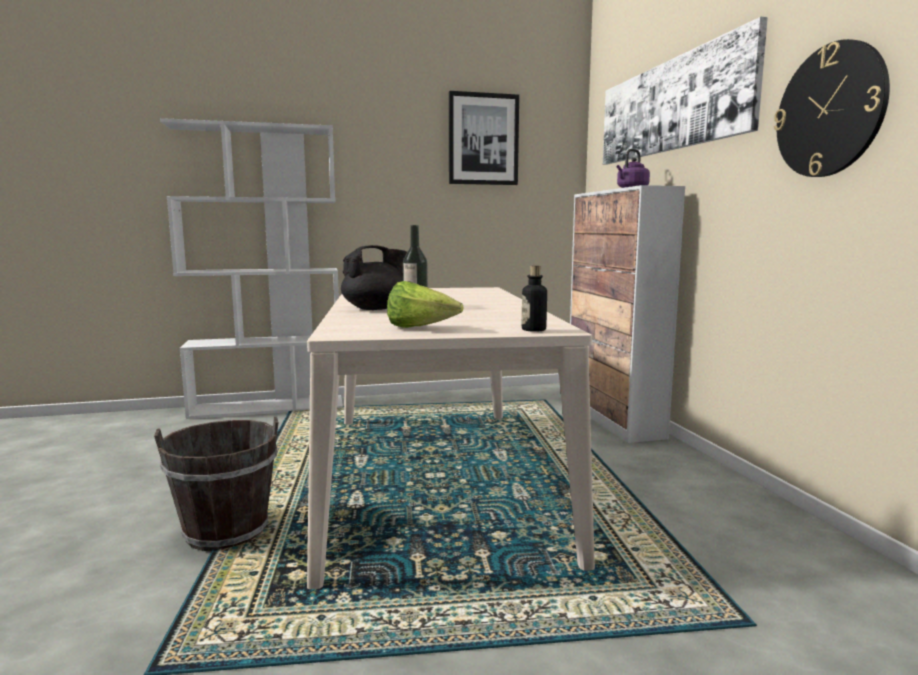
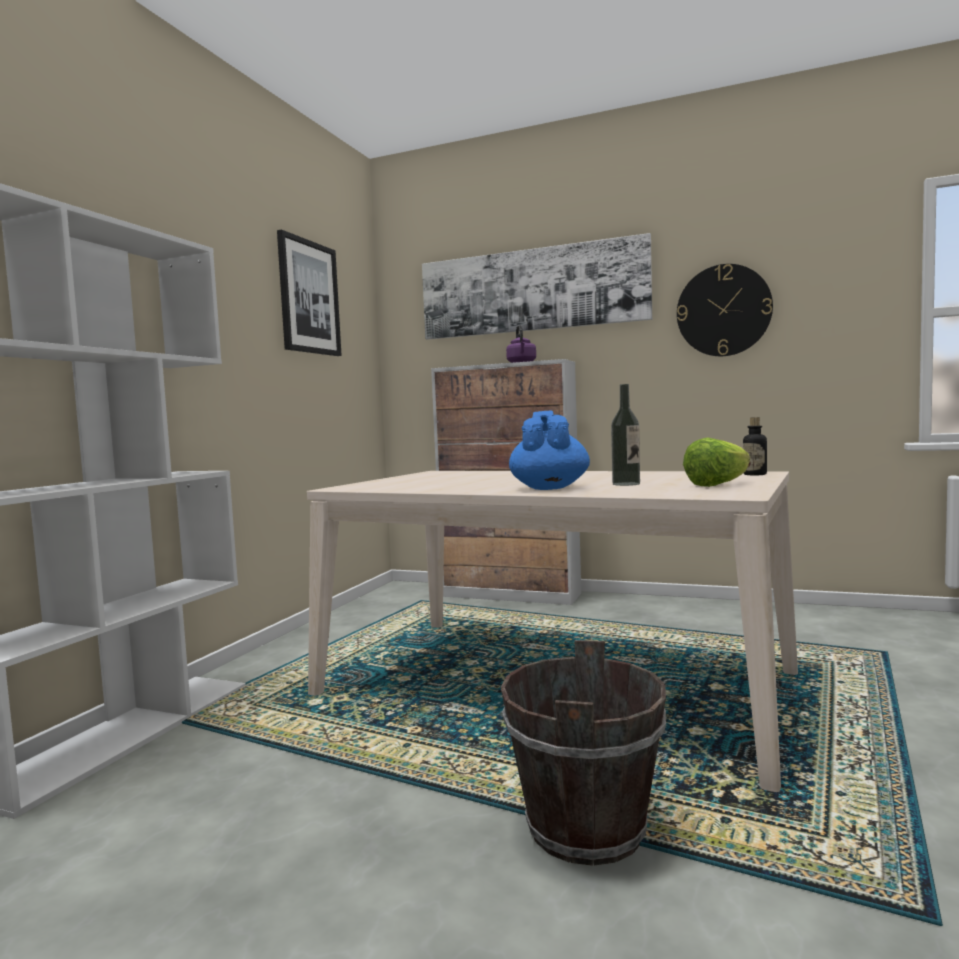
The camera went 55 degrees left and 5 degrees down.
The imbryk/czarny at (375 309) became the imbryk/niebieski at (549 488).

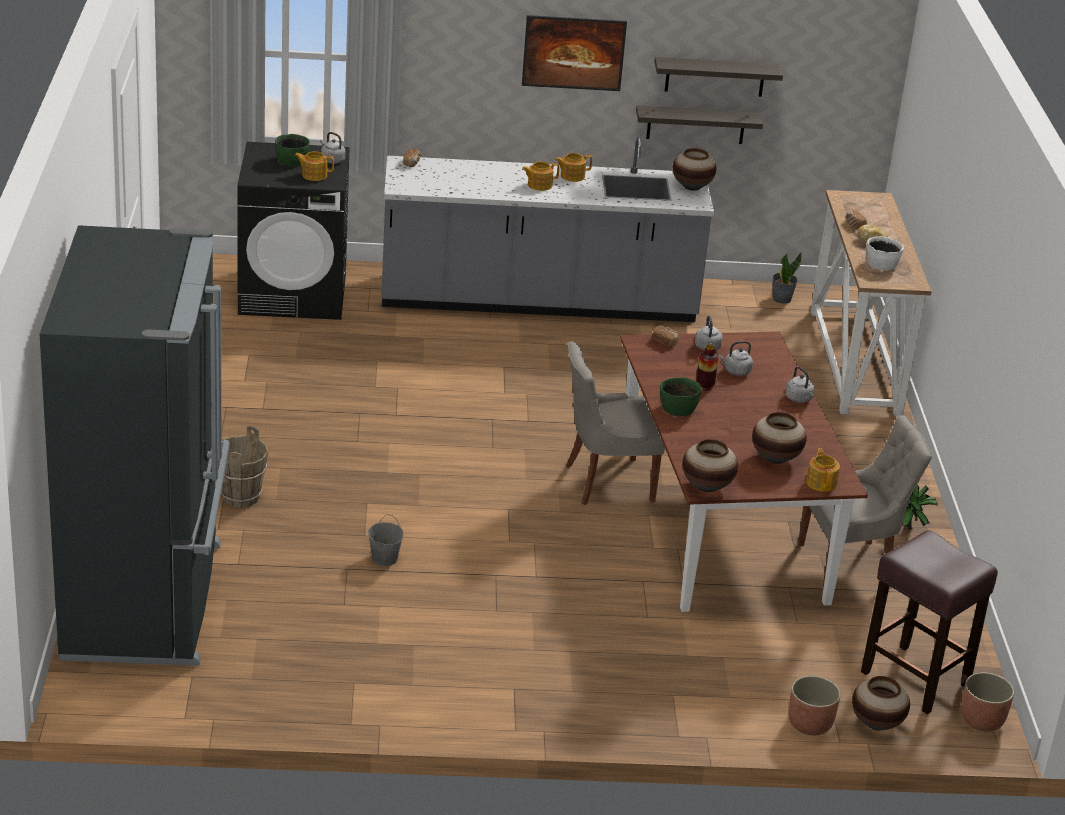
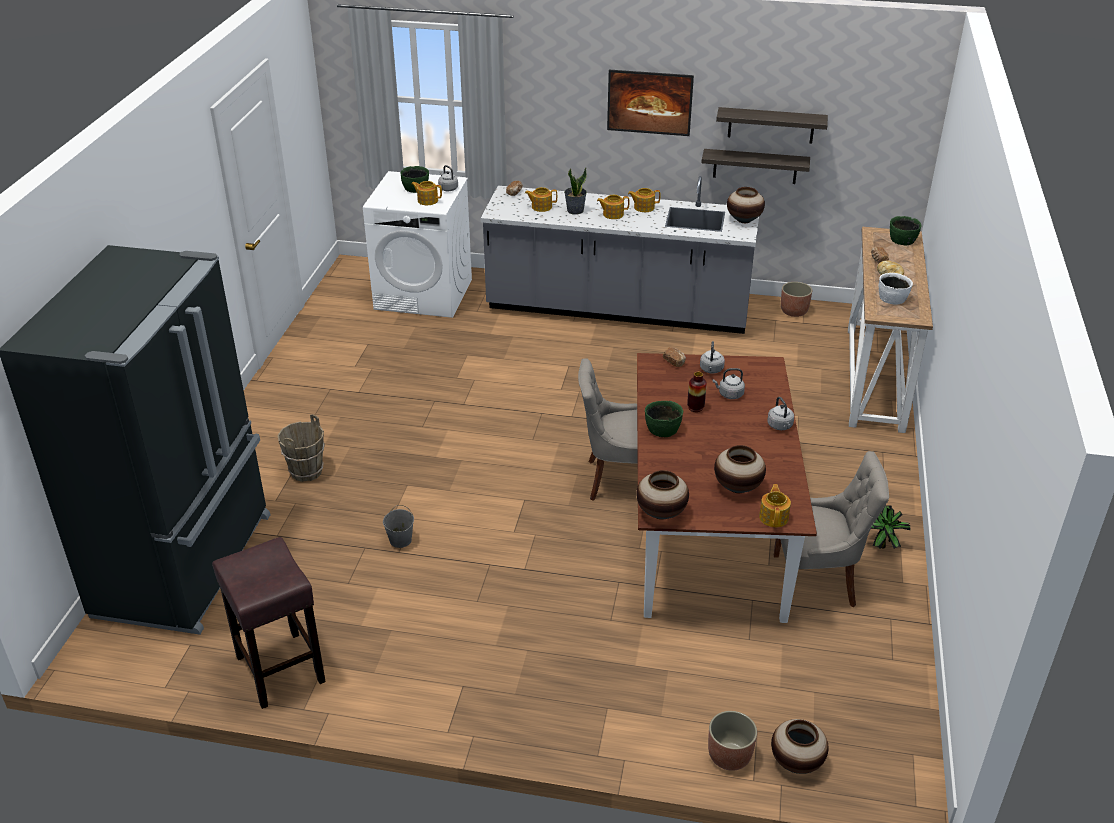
The camera went 15 degrees right and 5 degrees up.
The stołek/brązowy moved from (913 678) to (279 668).
The pralka/czarny at (293 294) became the pralka/biały at (424 294).
The imbryk at (541 207) appeared.
The roślina doniczkowa moved from (781 299) to (575 210).
The donica moved from (982 720) to (794 311).
The miska/zielony at (902 240) appeared.

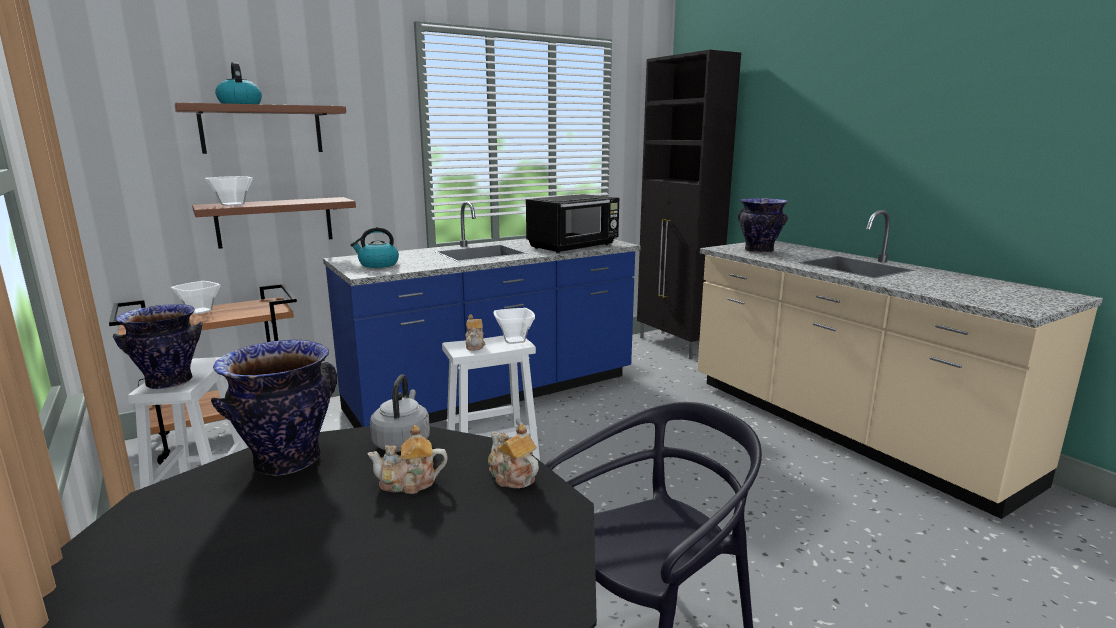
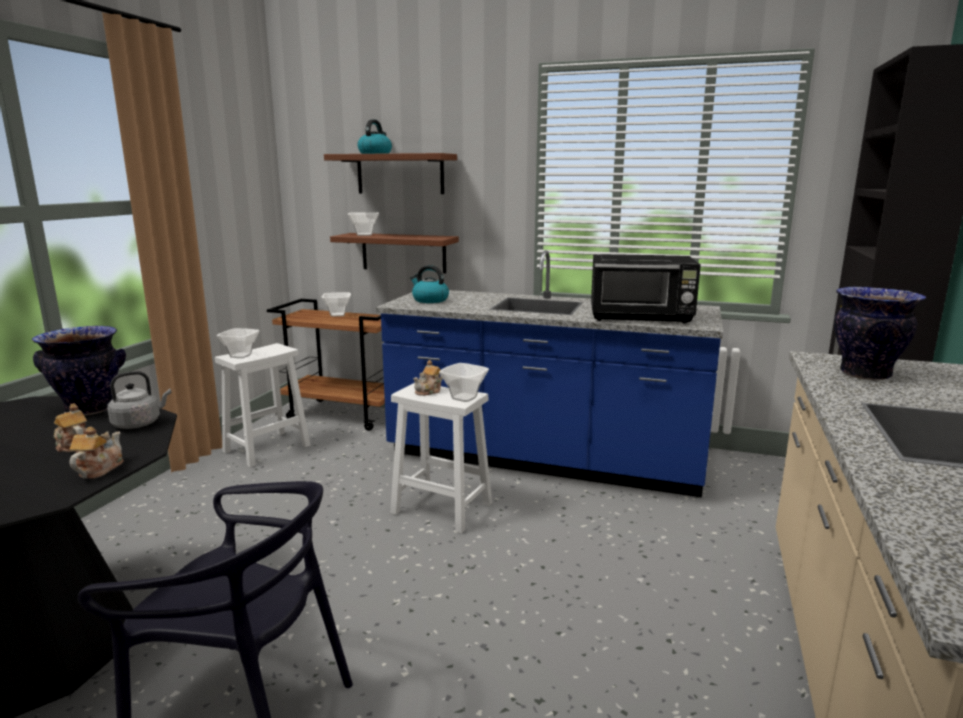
The camera went 50 degrees right and 0 degrees up.
The wazon at (169 382) was replaced by the miska at (241 355).

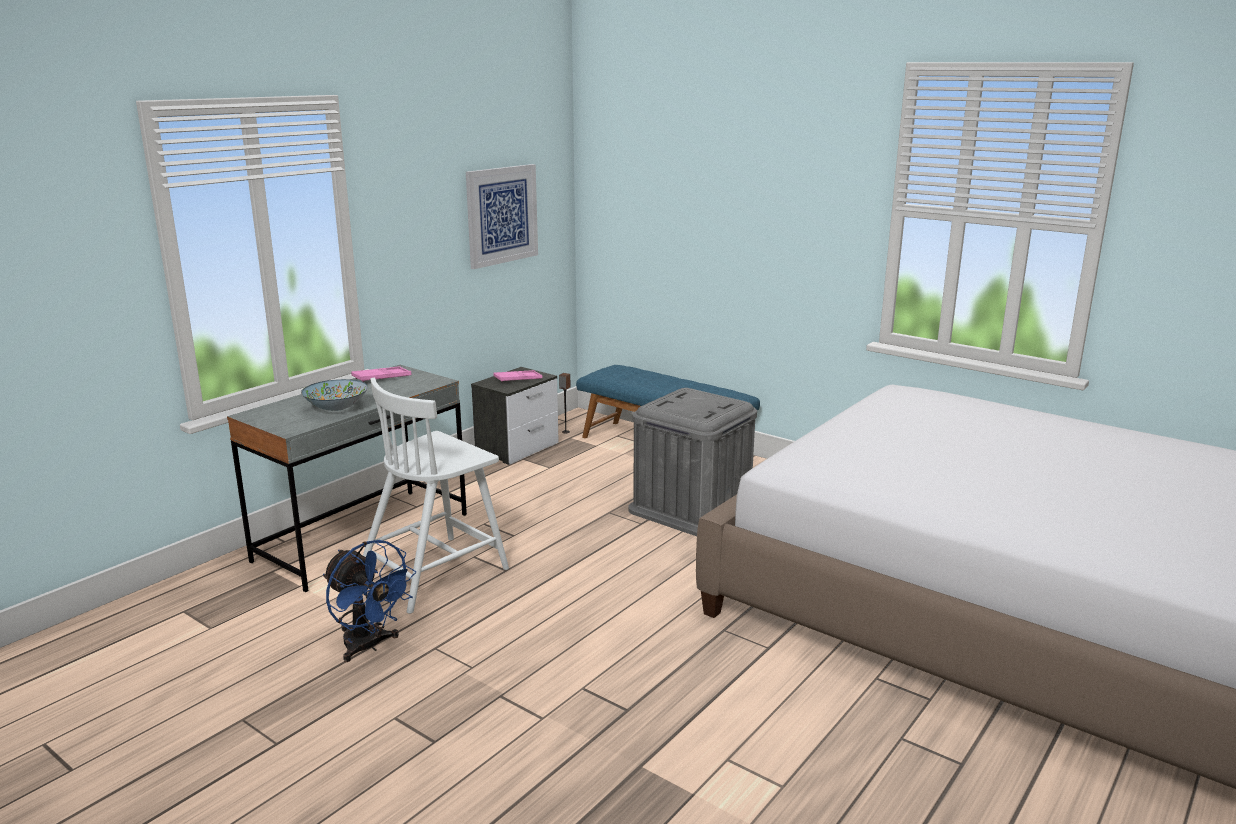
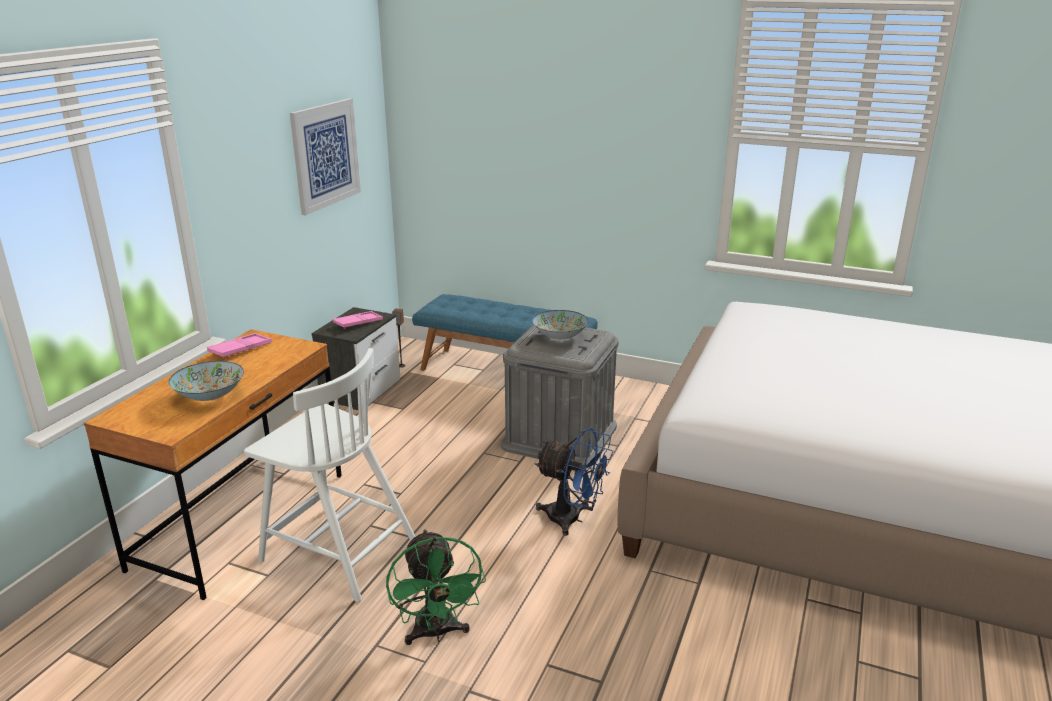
The camera went 15 degrees left and 5 degrees up.
The biurko/szary at (363 537) became the biurko/brązowy at (242 520).
The krzesło/biały at (435 572) turned 90 degrees counterclockwise.
The wentylator/zielony at (436 633) appeared.
The miska at (559 336) appeared.
The wentylator/niebieski moved from (369 646) to (572 519).

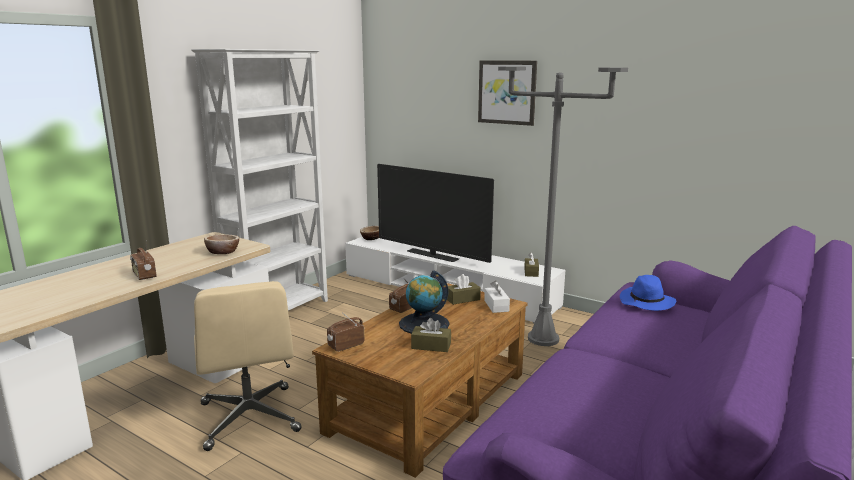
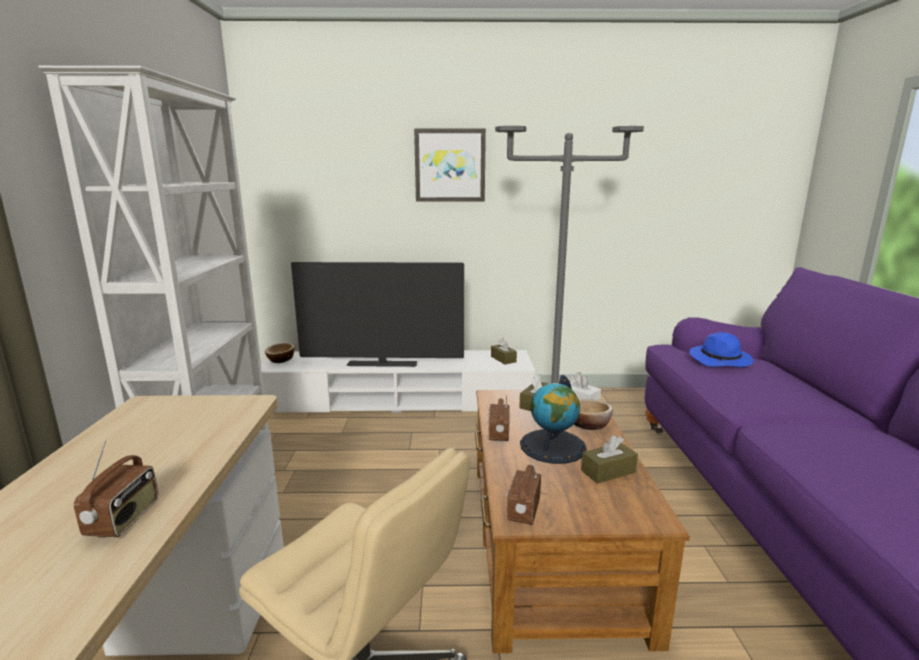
The camera went 35 degrees left and 0 degrees up.
The radio at (144 276) turned 105 degrees counterclockwise.
The miska moved from (223 252) to (588 424).

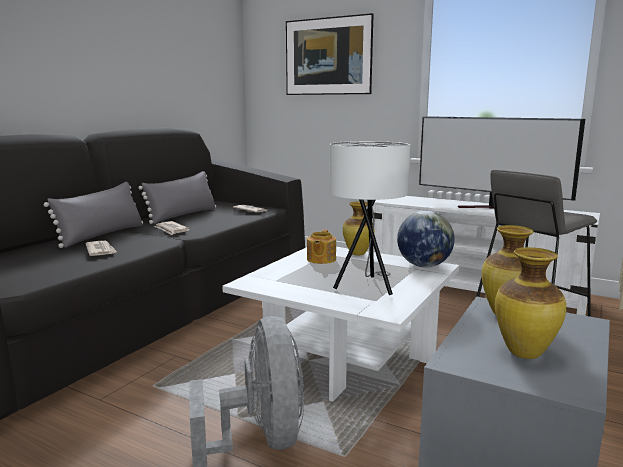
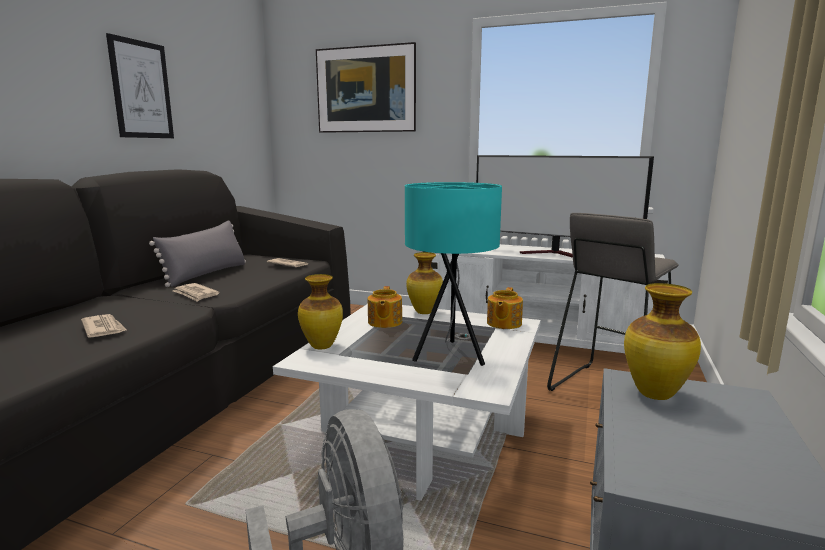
The camera went 10 degrees left and 0 degrees up.
The obraz at (141 90) appeared.
The wazon moved from (524 353) to (322 346).
The lampa stołowa/biały at (367 286) became the lampa stołowa/turkusowy at (451 355).
The globus at (423 266) was replaced by the imbryk at (503 323).
The poduszka/szary at (102 235) disappeared.

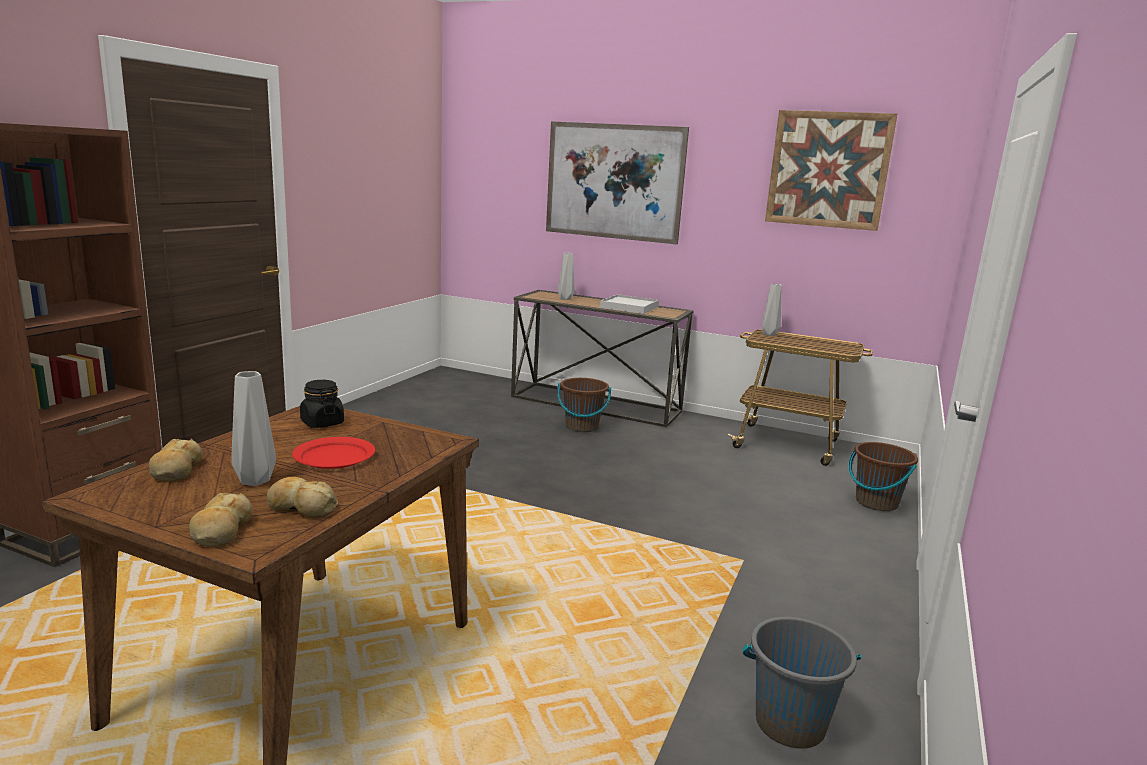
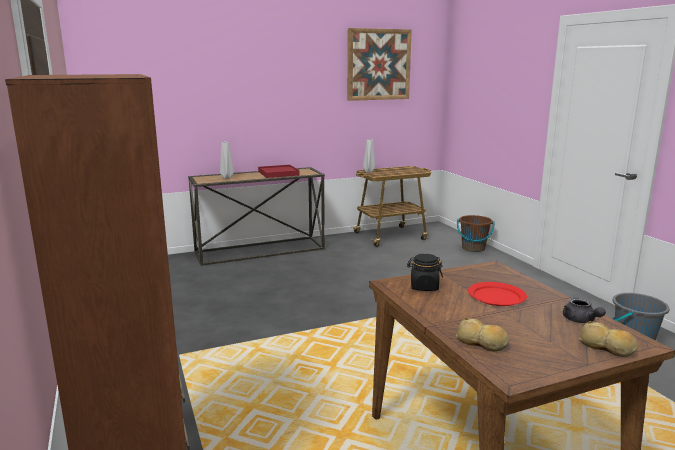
The camera went 45 degrees left and 0 degrees up.
The taca/biały at (629 307) became the taca/czerwony at (278 173).
The chleb at (301 507) was replaced by the imbryk/szary at (581 321).
The wazon/szary at (254 481) disappeared.
The obraz at (614 182) disappeared.
The wiadro/brązowy at (581 427) disappeared.

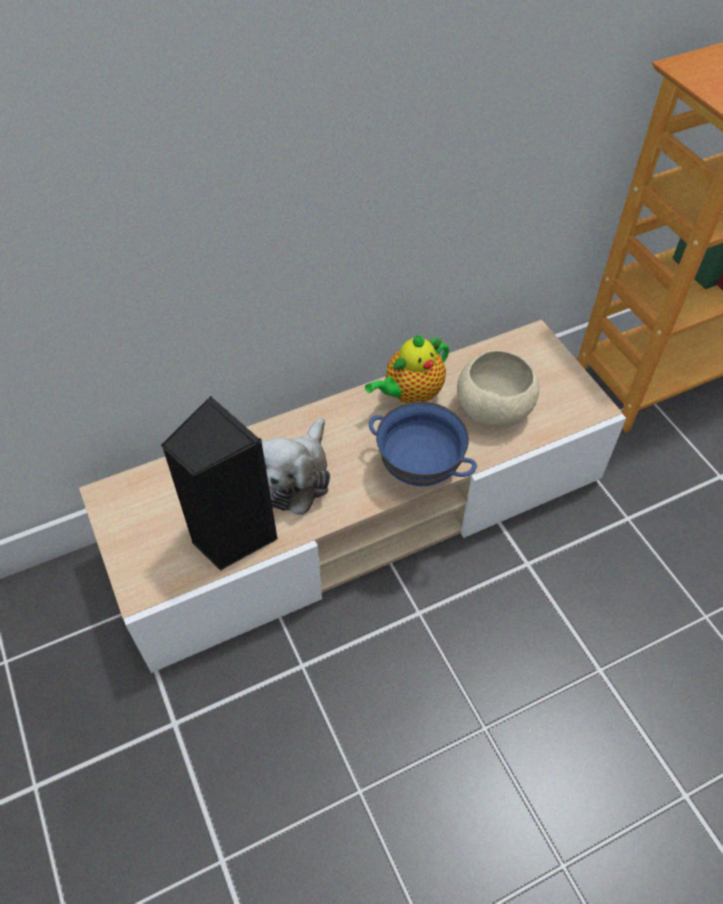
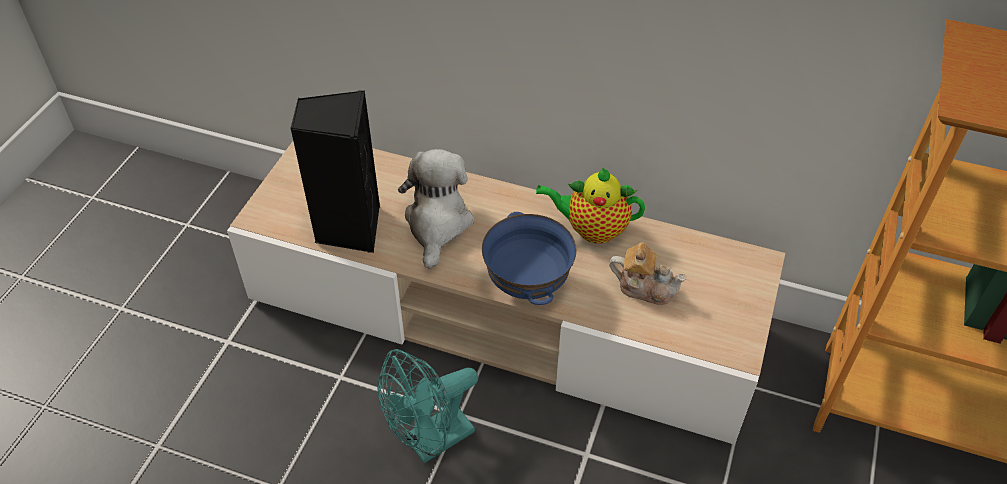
The camera went 45 degrees right and 5 degrees down.
The wentylator/turkusowy at (431 442) appeared.
The pluszak at (297 477) turned 120 degrees clockwise.
The miska/beżowy at (492 409) was replaced by the imbryk at (645 287).

